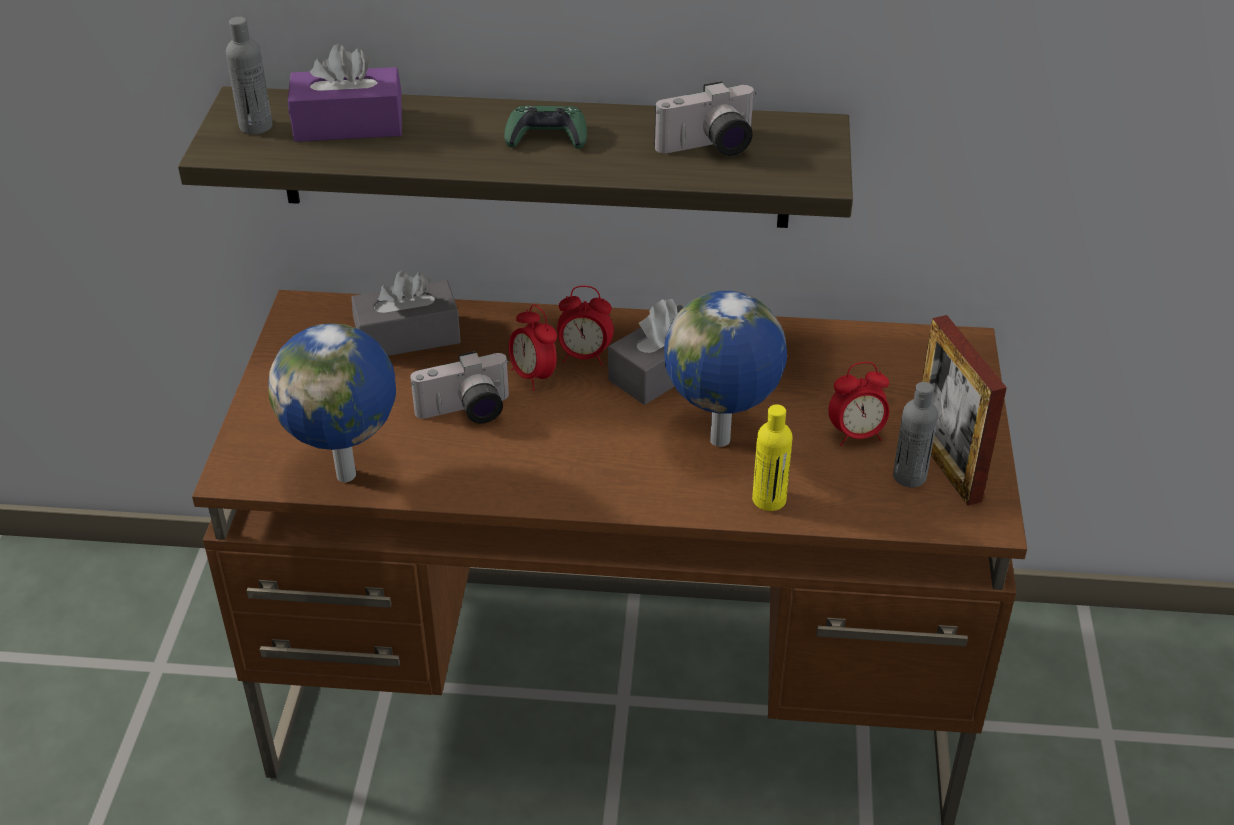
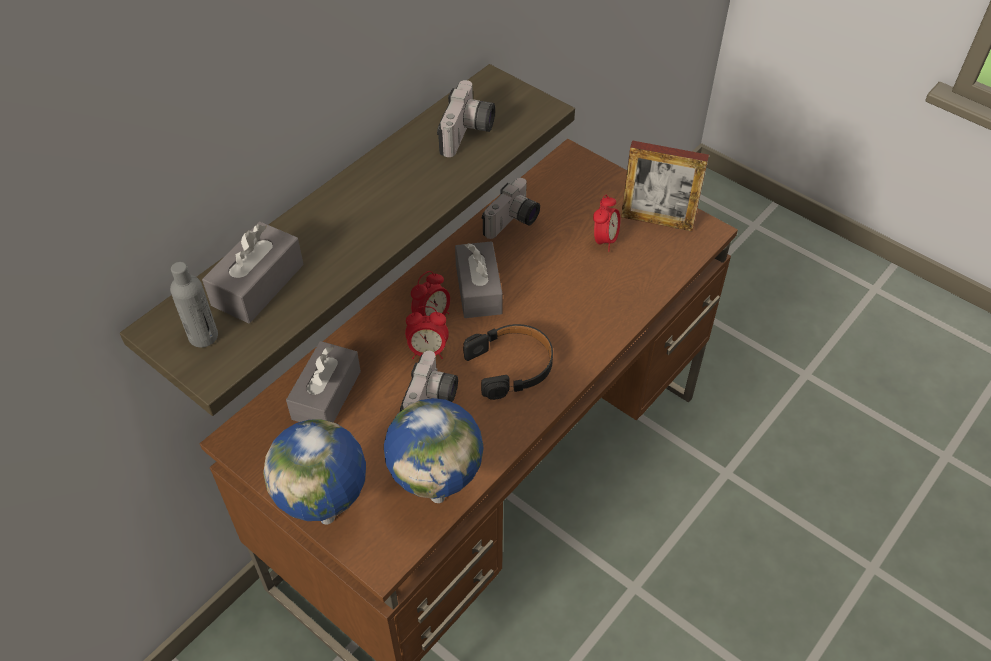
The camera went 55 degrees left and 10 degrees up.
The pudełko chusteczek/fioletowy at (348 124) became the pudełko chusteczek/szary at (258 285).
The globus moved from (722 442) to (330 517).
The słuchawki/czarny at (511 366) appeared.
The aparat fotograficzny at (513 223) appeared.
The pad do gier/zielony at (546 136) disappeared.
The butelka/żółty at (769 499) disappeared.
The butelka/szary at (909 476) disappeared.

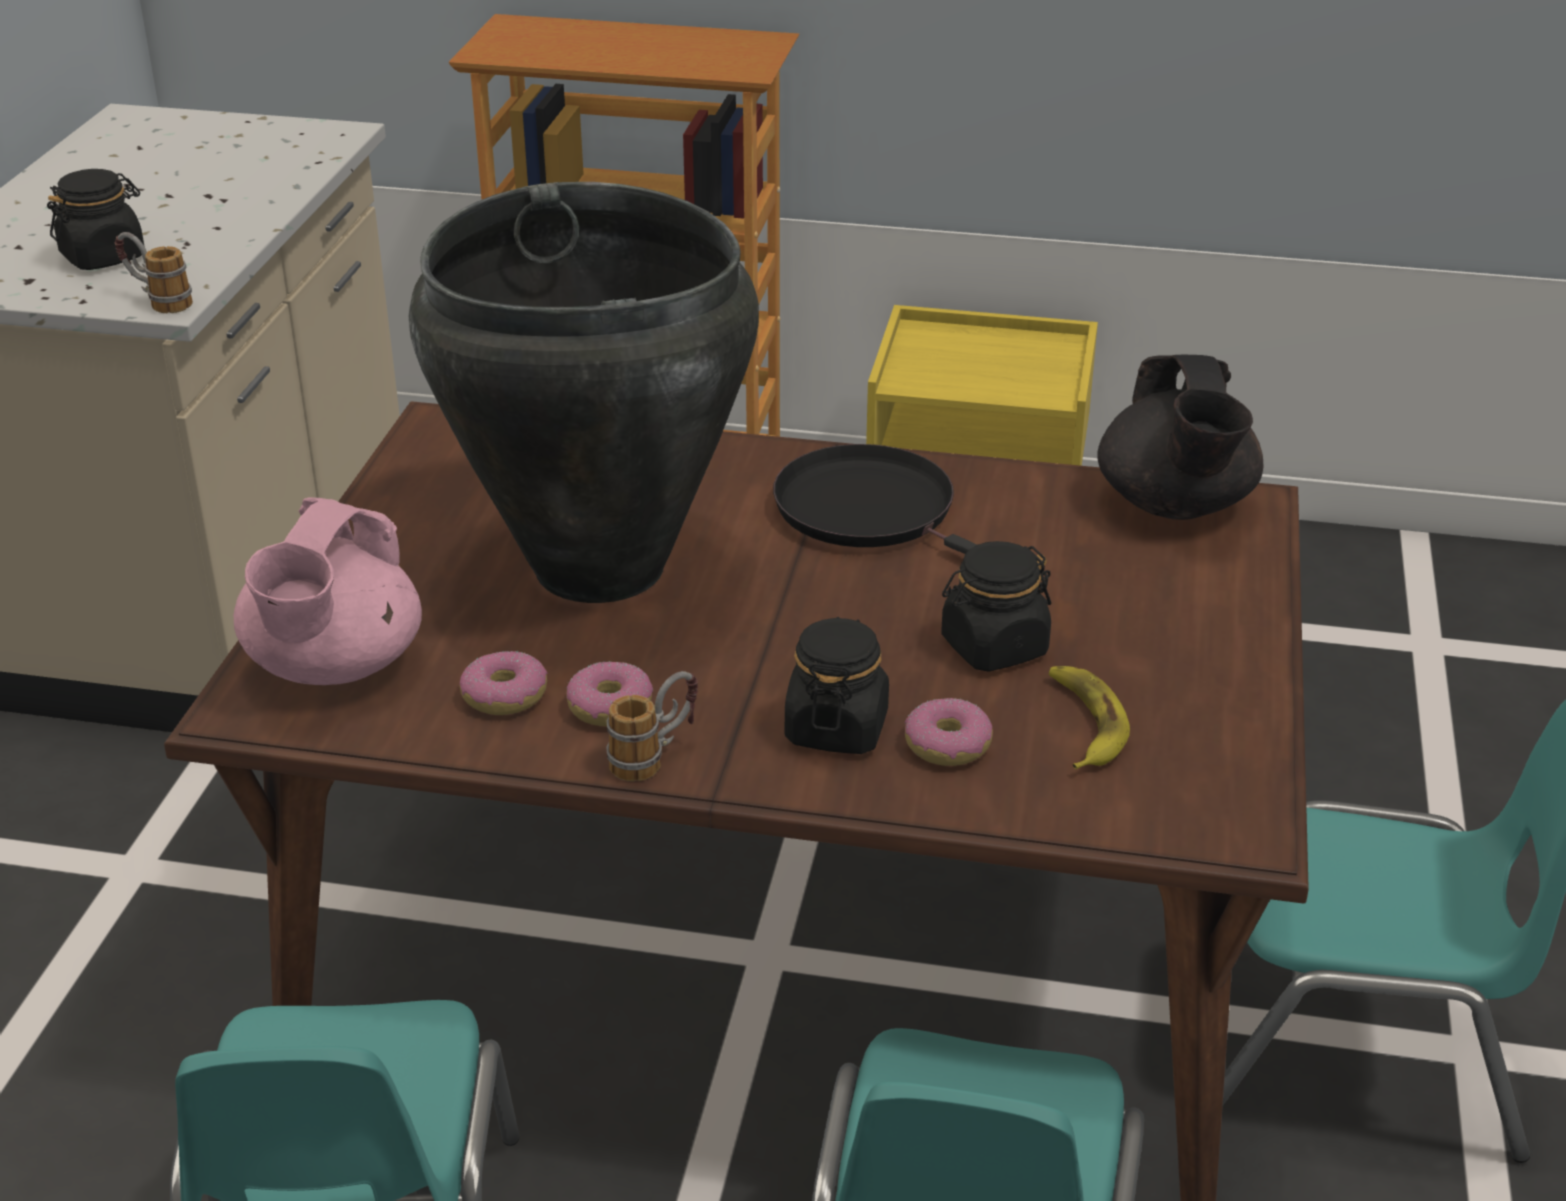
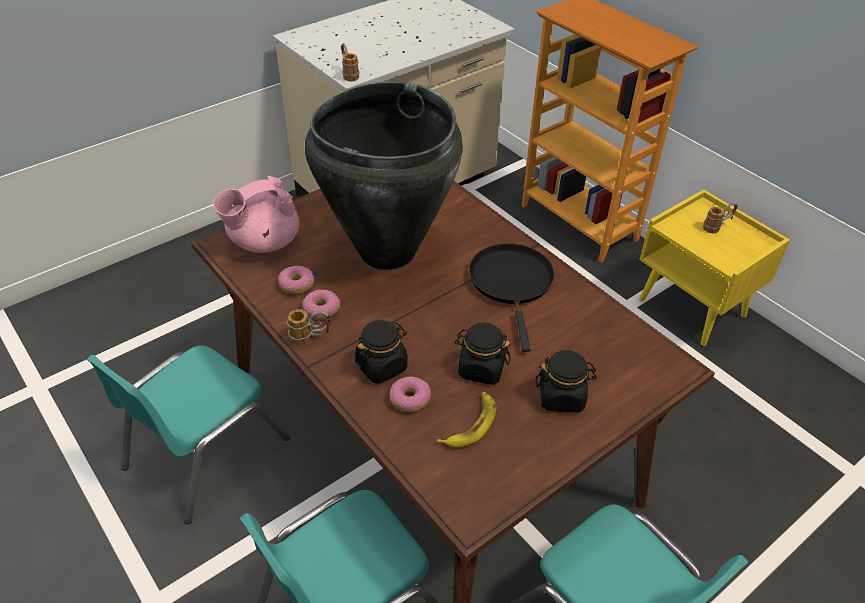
The camera went 40 degrees right and 10 degrees up.
The słoik/czarny moved from (104 257) to (561 397).
The kubek at (717 227) appeared.
The imbryk/czarny at (1175 506) disappeared.

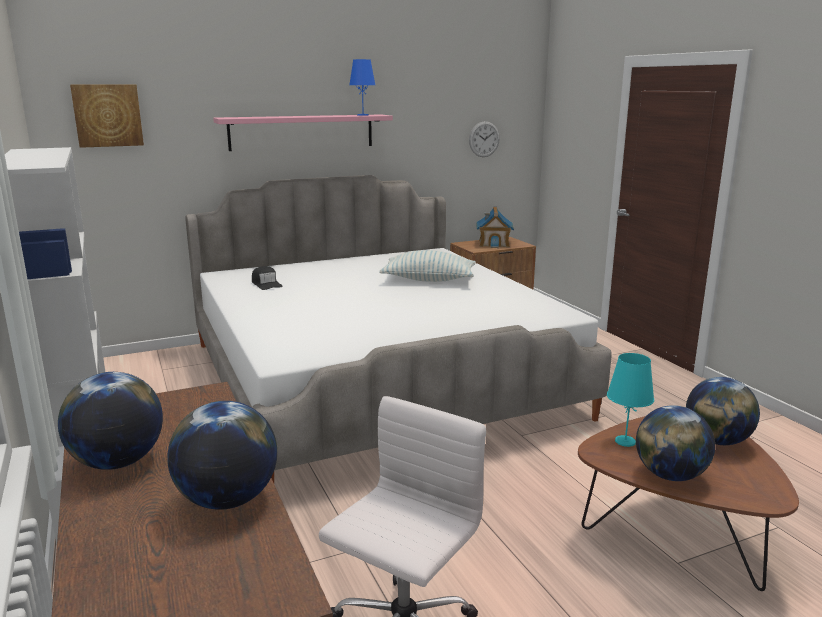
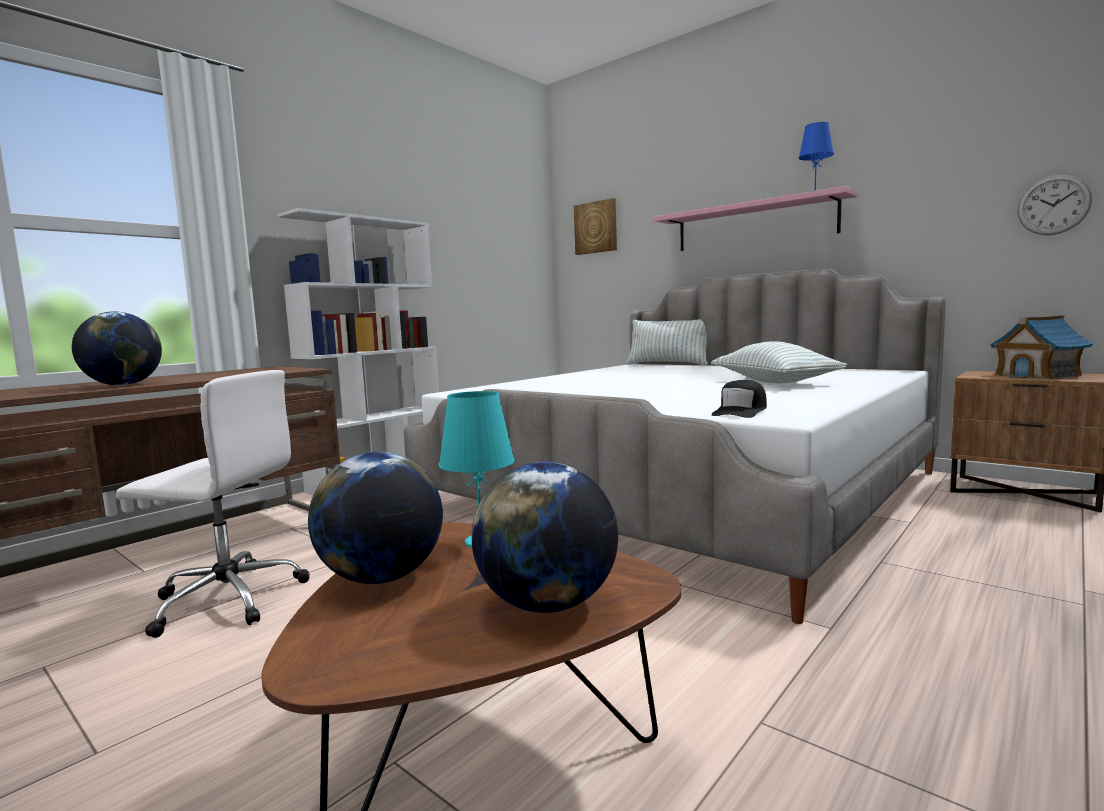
The camera went 65 degrees right and 10 degrees down.
The poduszka at (668 364) appeared.
The czapka z daszkiem/czarny moved from (266 284) to (740 411).
The globus at (118 462) disappeared.

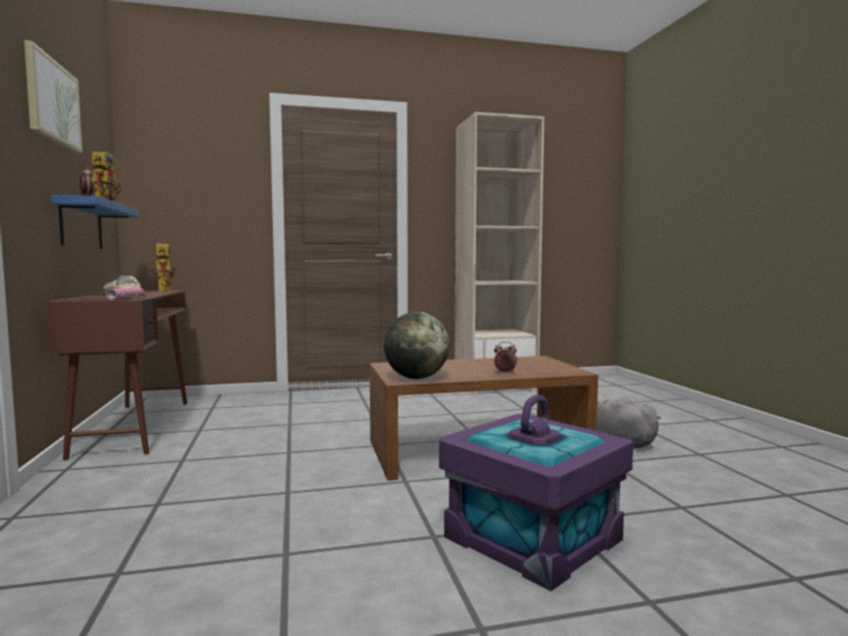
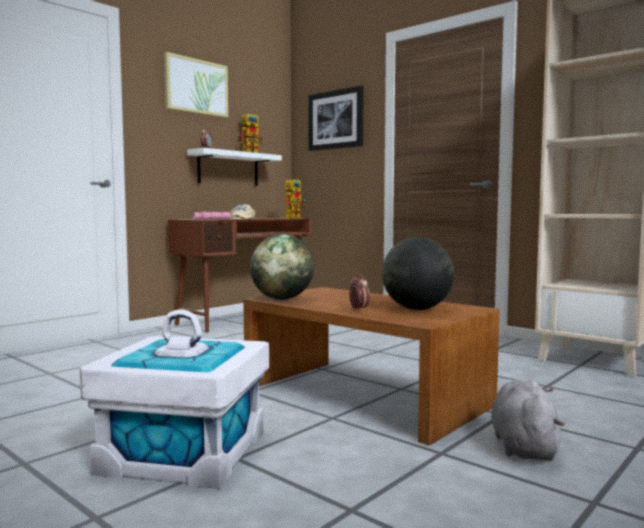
The camera went 55 degrees right and 0 degrees up.
The pojemnik do przechowywania/fioletowy at (534 539) became the pojemnik do przechowywania/biały at (184 453).
The półka/niebieski at (81 225) became the półka/biały at (228 169).
The obraz at (336 120) appeared.
The globus at (417 309) appeared.

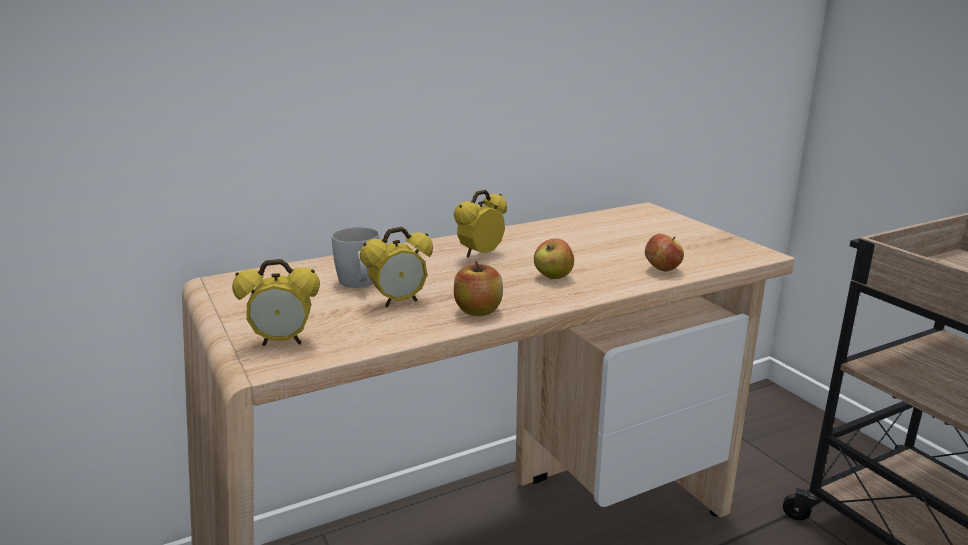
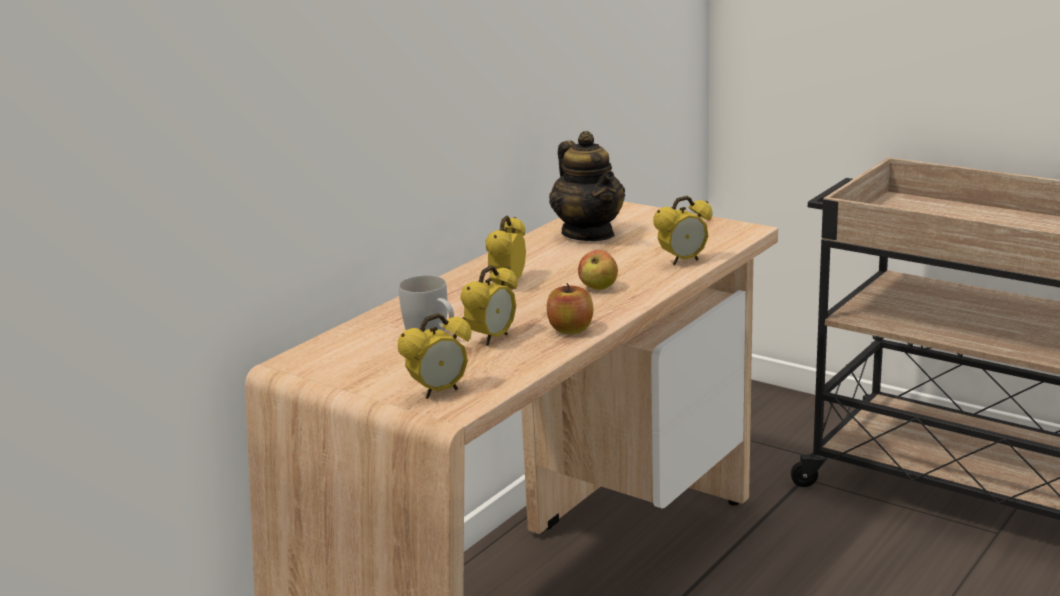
The camera went 25 degrees left and 0 degrees up.
The imbryk at (588 234) appeared.
The jabłko at (662 270) was replaced by the budzik at (683 261).

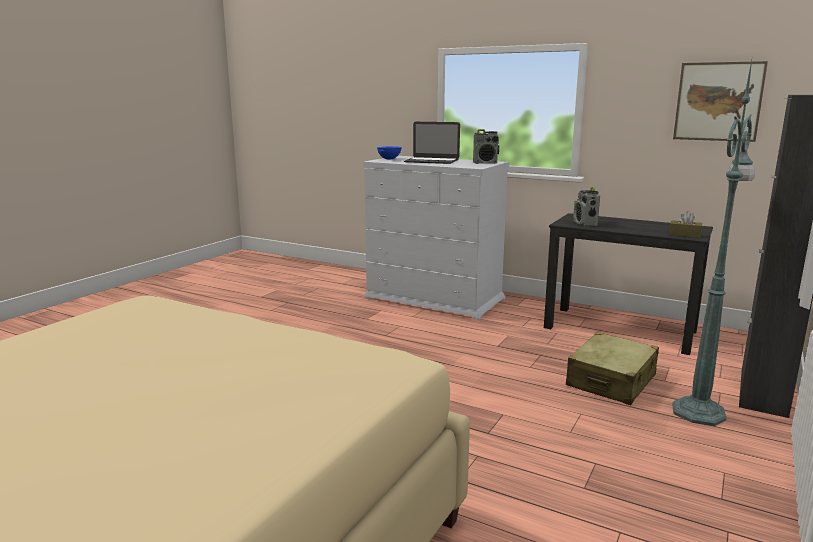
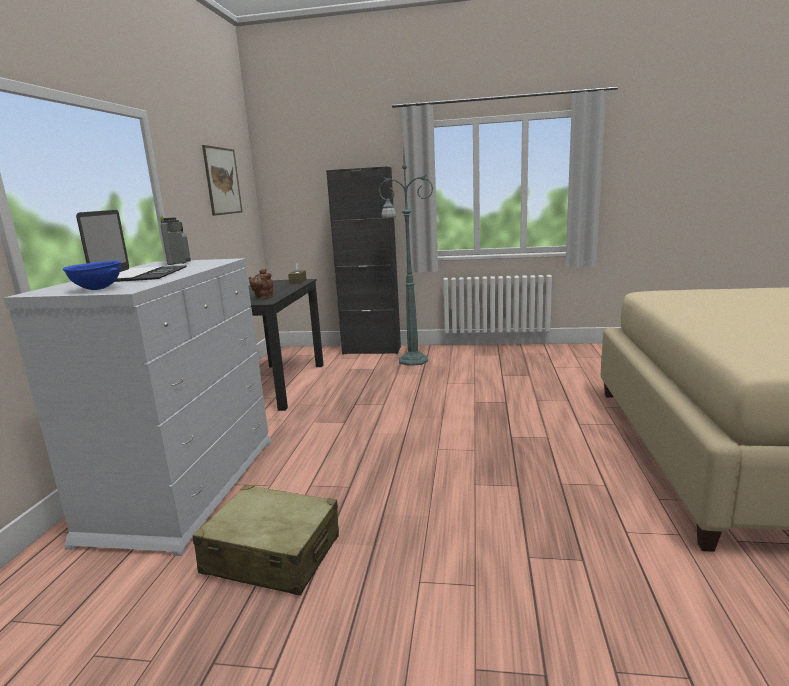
The camera went 110 degrees left and 0 degrees up.
The walizka/beżowy moved from (611 381) to (272 555).
The radio at (585 224) was replaced by the imbryk/brązowy at (263 298).

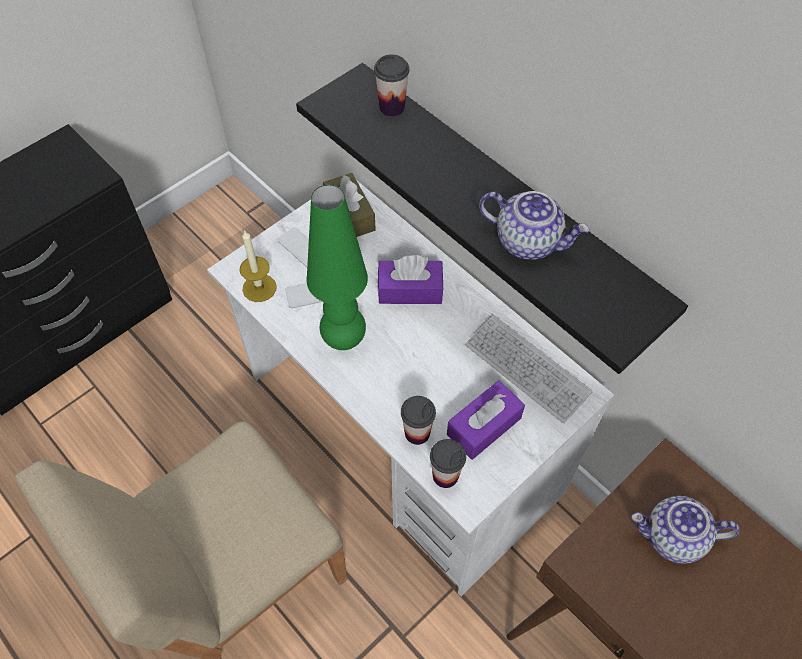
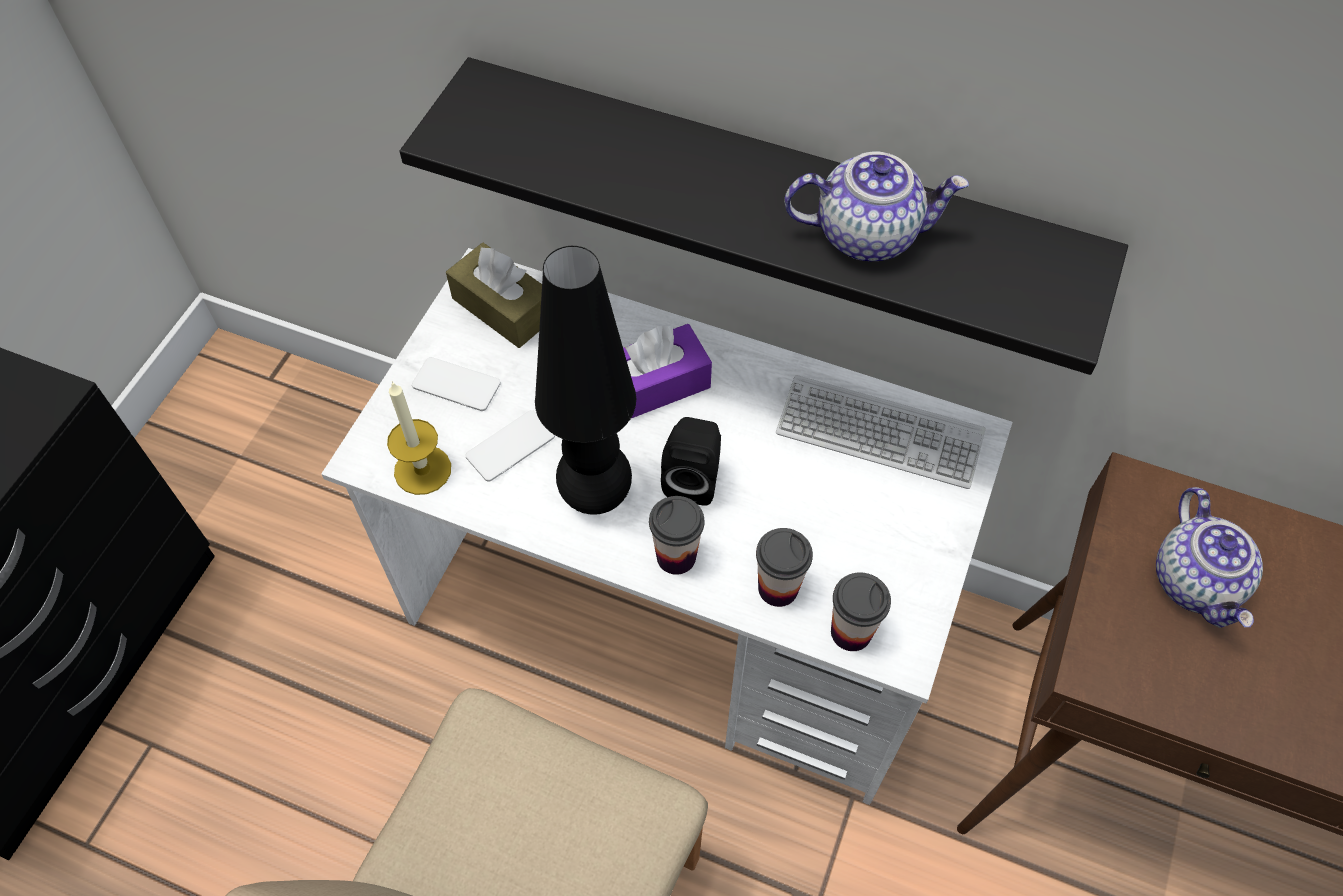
The camera went 25 degrees left and 0 degrees up.
The lampa stołowa/zielony at (344 339) became the lampa stołowa/czarny at (596 495).
The filiżanka moved from (392 107) to (676 556).
The głośnik/czarny at (693 478) appeared.
The imbryk at (673 538) turned 75 degrees counterclockwise.
The pudełko chusteczek/fioletowy at (484 426) disappeared.

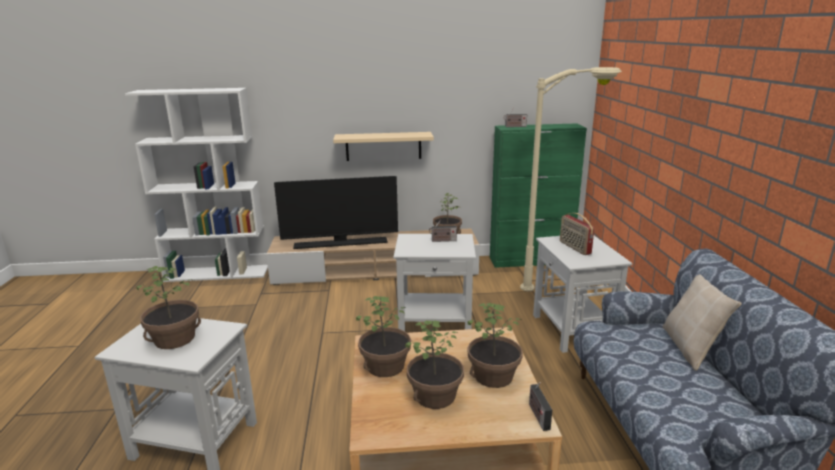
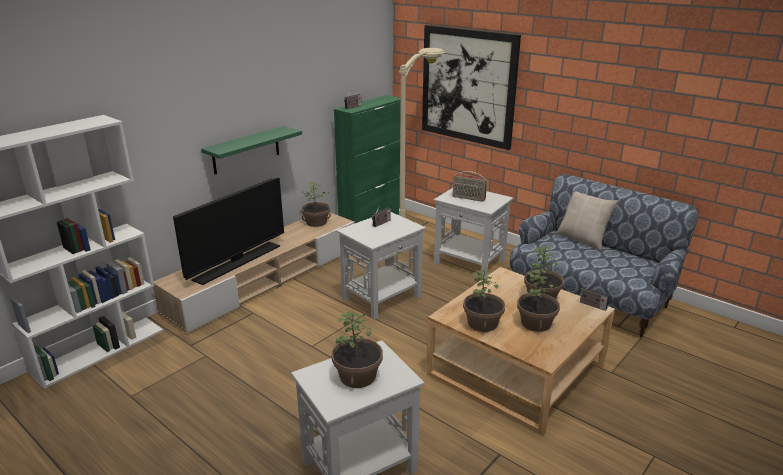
The camera went 45 degrees left and 5 degrees up.
The półka/beżowy at (383 146) became the półka/zielony at (246 150).
The obraz at (468 86) appeared.

